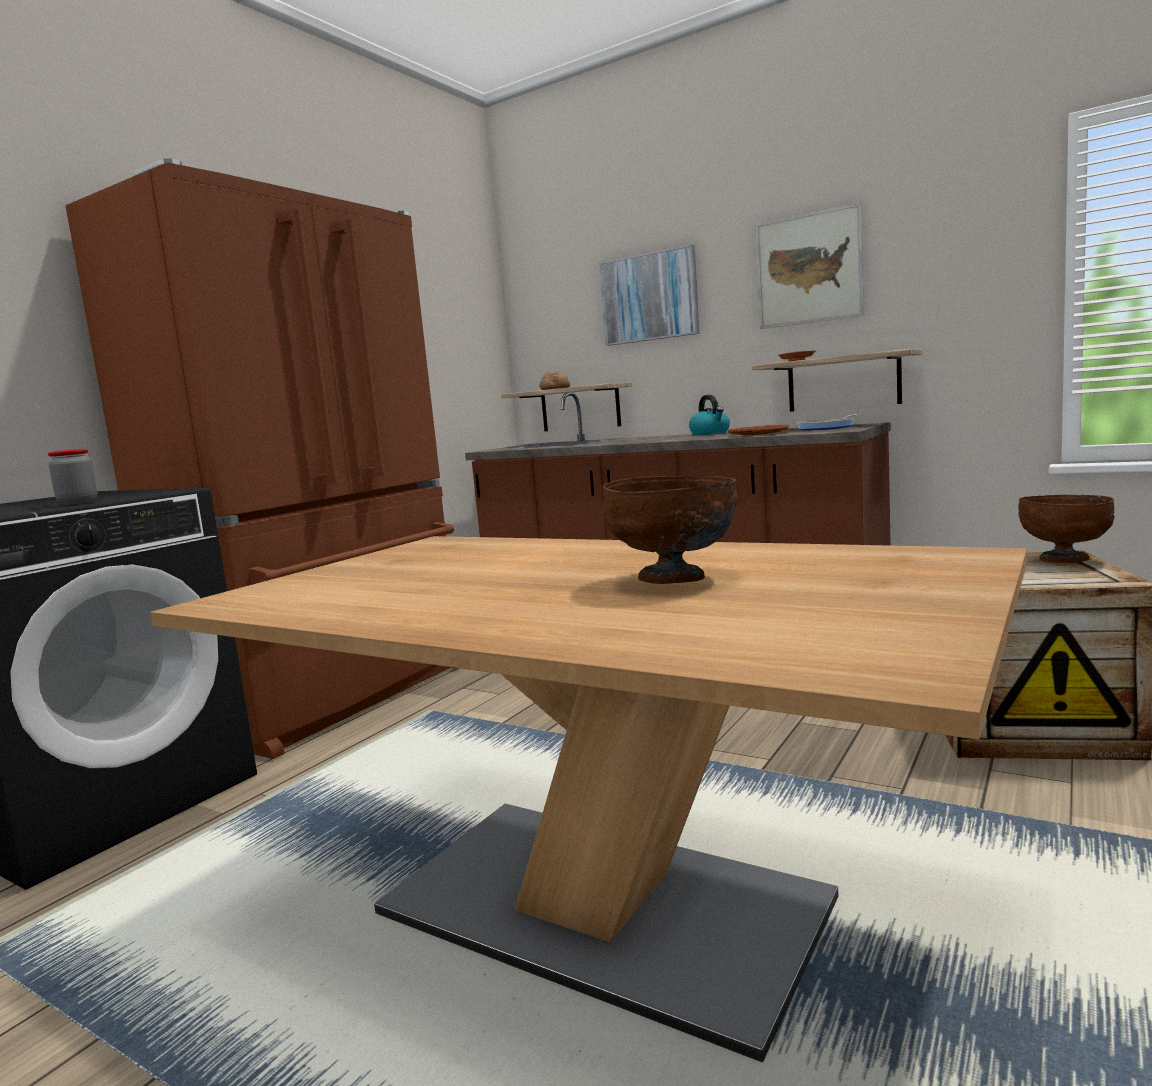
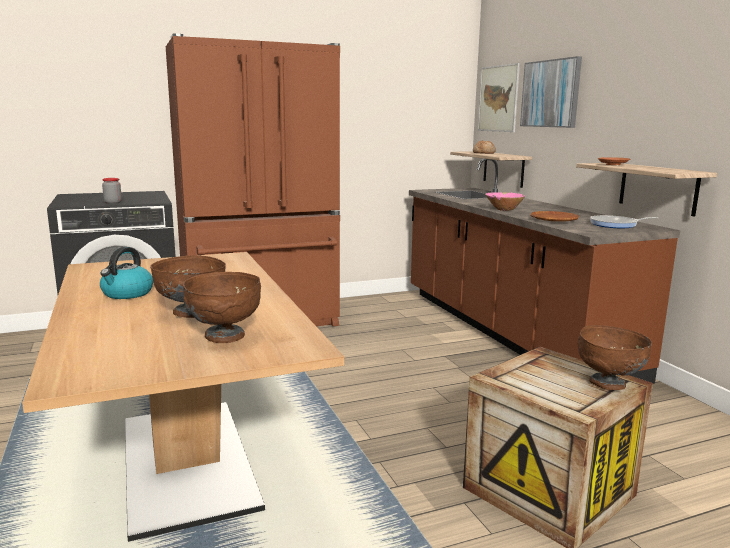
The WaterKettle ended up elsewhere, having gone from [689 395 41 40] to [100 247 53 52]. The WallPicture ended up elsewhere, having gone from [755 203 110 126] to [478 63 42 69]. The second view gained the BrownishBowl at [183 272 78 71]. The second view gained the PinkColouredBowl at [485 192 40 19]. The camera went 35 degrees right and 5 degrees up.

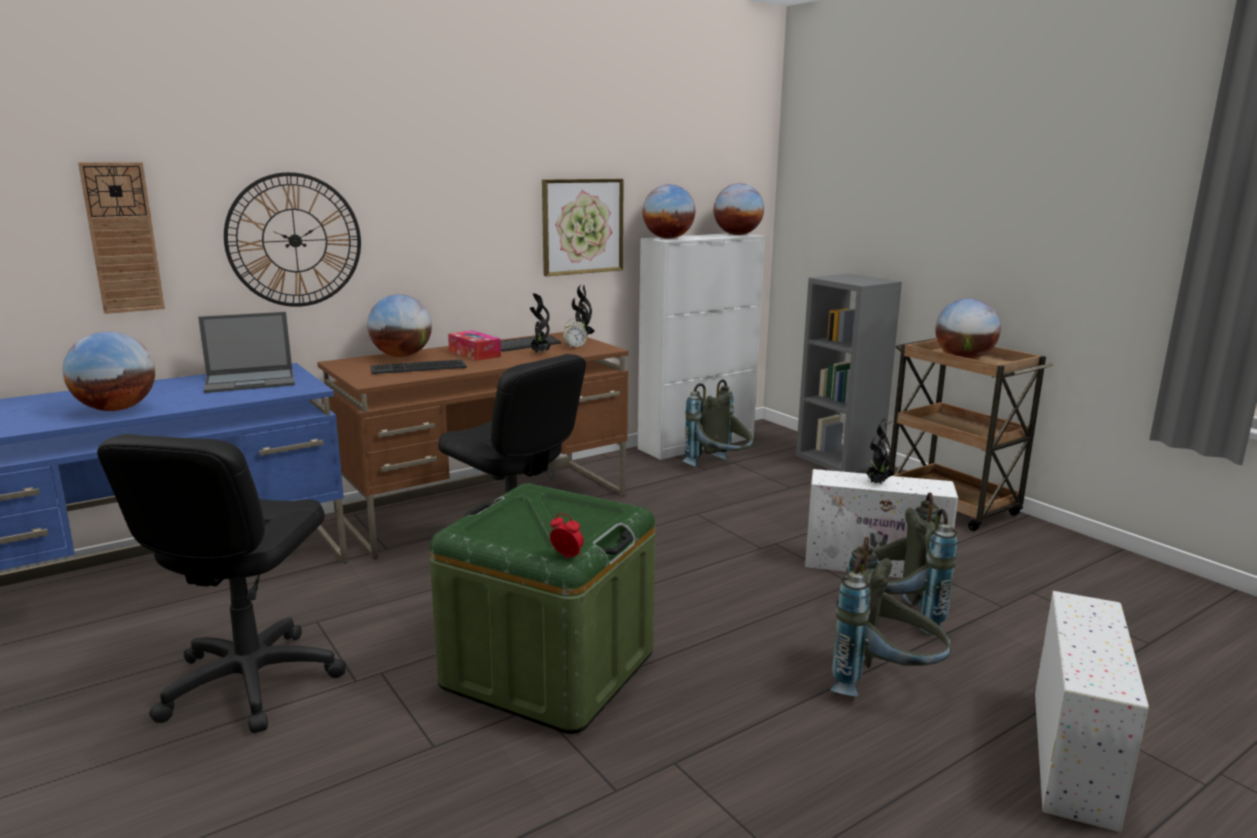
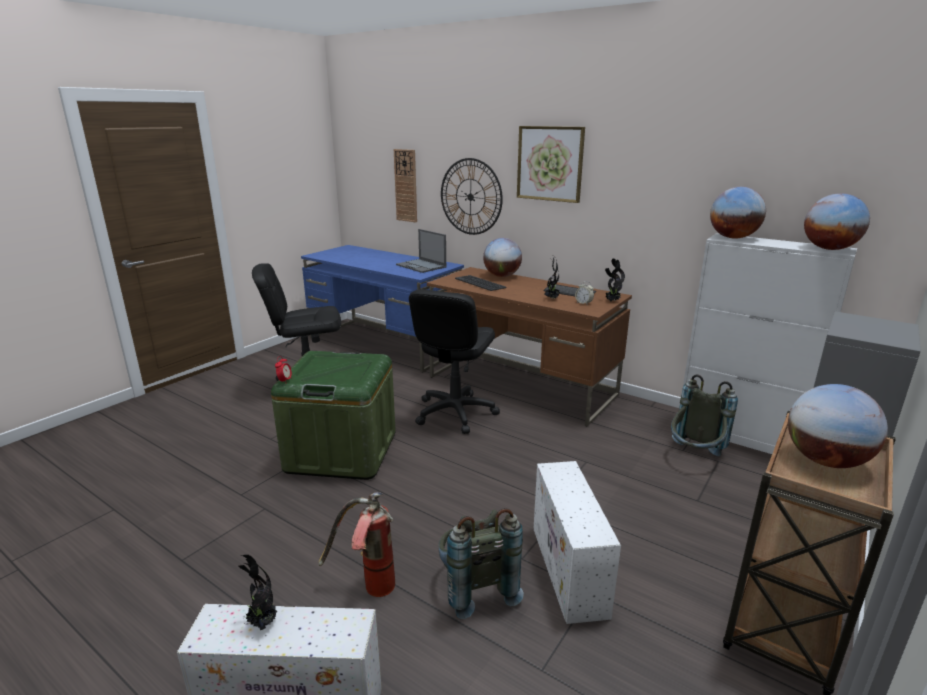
The second view lost the WorldGlobe at [63 331 92 80]. The second view lost the BoxOfTissues at [448 330 53 31]. The WallPicture ended up elsewhere, having gone from [542 179 82 97] to [517 126 68 77]. Where the GreyishRucksack stood at [830 537 122 159], the FireFightingCylinder came to stand at [318 492 77 105]. The PottedPlant ended up elsewhere, having gone from [866 419 28 65] to [238 555 39 75]. The camera went 70 degrees right and 5 degrees up.

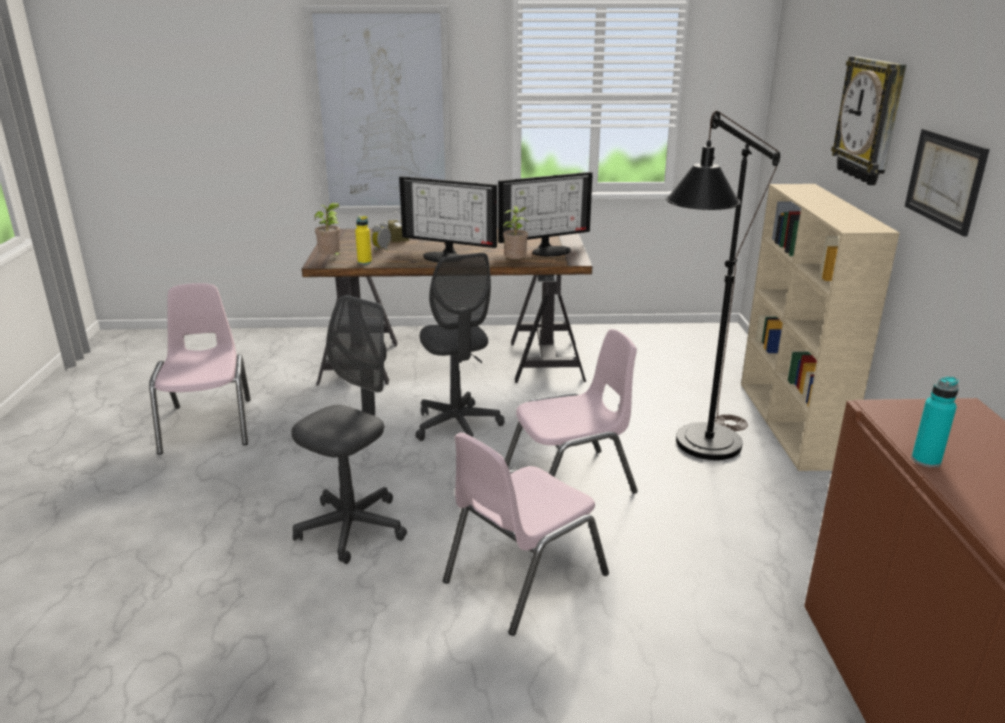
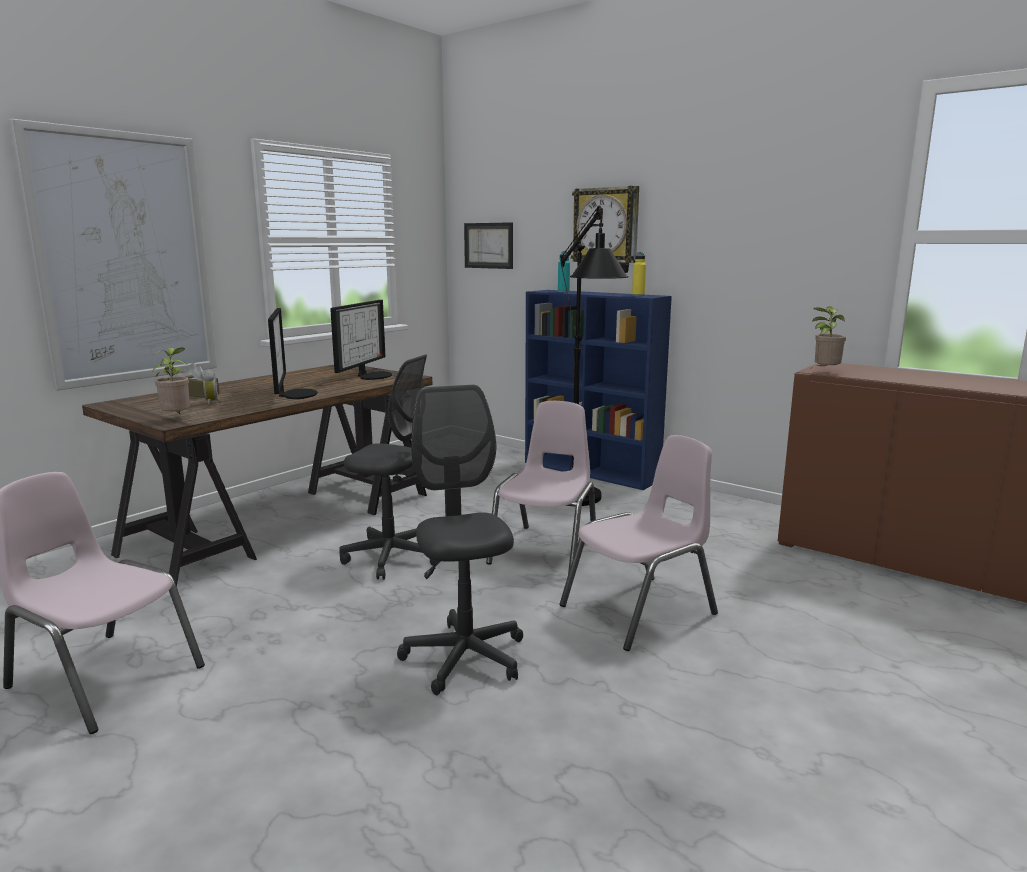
The YellowishBeverageBottle ended up elsewhere, having gone from [355 216 17 49] to [632 252 14 44]. The ComputerDisplay at [399 176 98 86] ended up facing another way, 75 degrees counterclockwise from before. The PinkColouredPlainChair at [443 432 166 204] ended up facing another way, 120 degrees counterclockwise from before. The PottedPlant ended up elsewhere, having gone from [503 206 25 53] to [809 306 37 64]. What was the BeigeColouredBookshelf at [741 184 159 287] turned into the BlueColouredBookshelf at [525 290 147 200]. The WallPicture ended up elsewhere, having gone from [905 129 85 108] to [464 222 49 47]. The BlueGreenBeverageBottle ended up elsewhere, having gone from [912 376 47 92] to [558 251 12 41]. The camera went 50 degrees left and 10 degrees down.

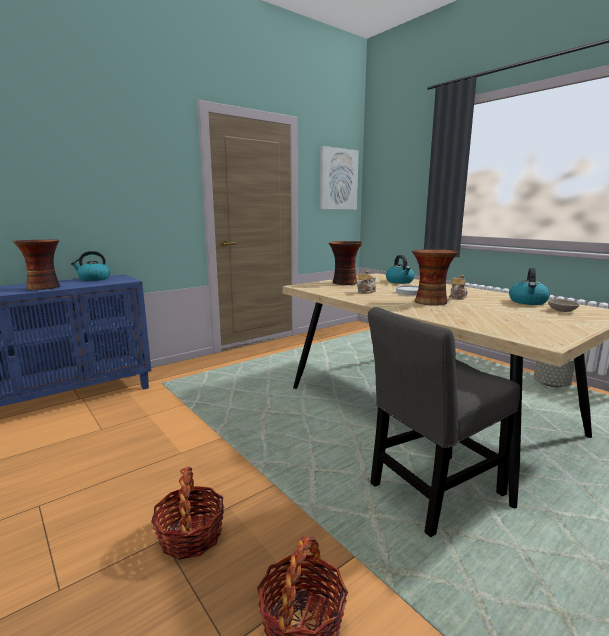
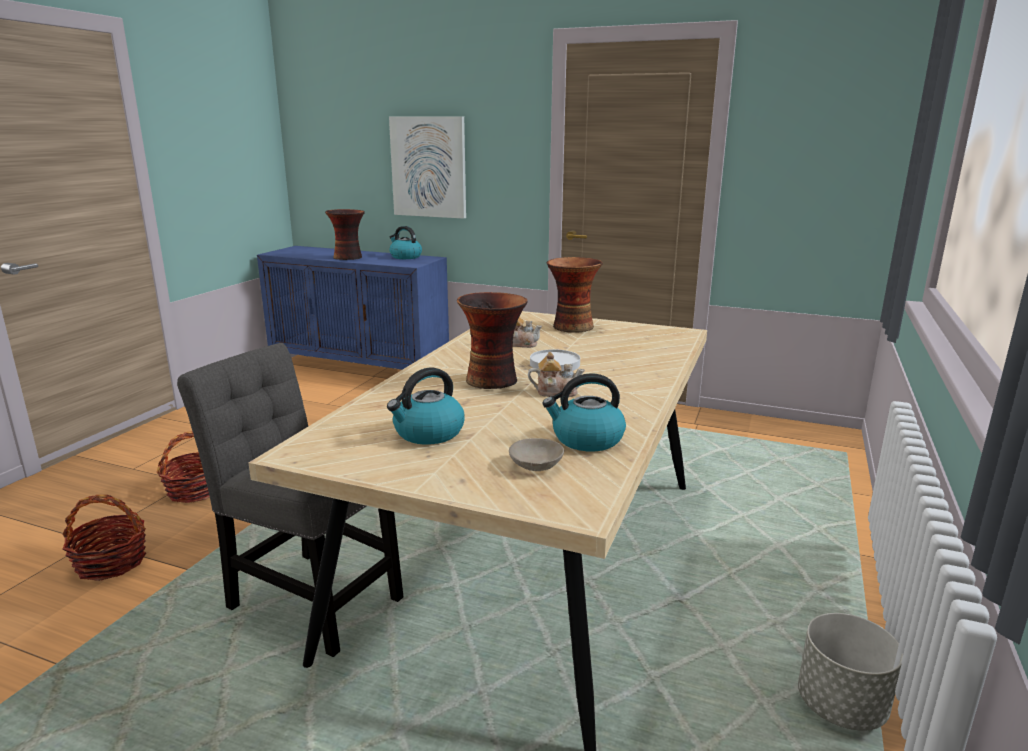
The WallPicture ended up elsewhere, having gone from [320 146 39 63] to [389 117 77 102]. The WaterKettle ended up elsewhere, having gone from [386 255 29 29] to [387 368 78 77]. The camera went 60 degrees right and 5 degrees up.

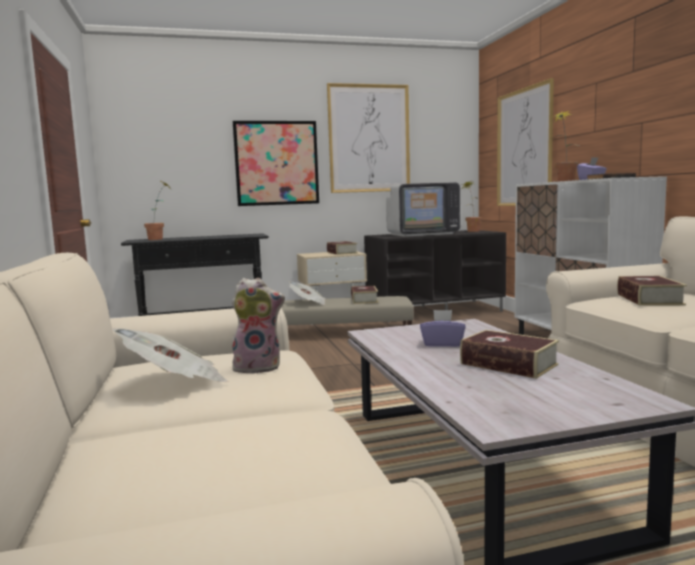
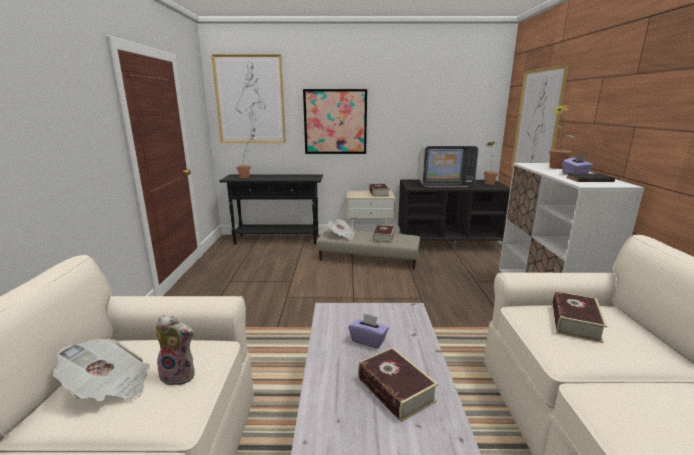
The WallPicture ended up elsewhere, having gone from [327 83 83 110] to [211 54 75 89]. The camera went 15 degrees right and 10 degrees up.

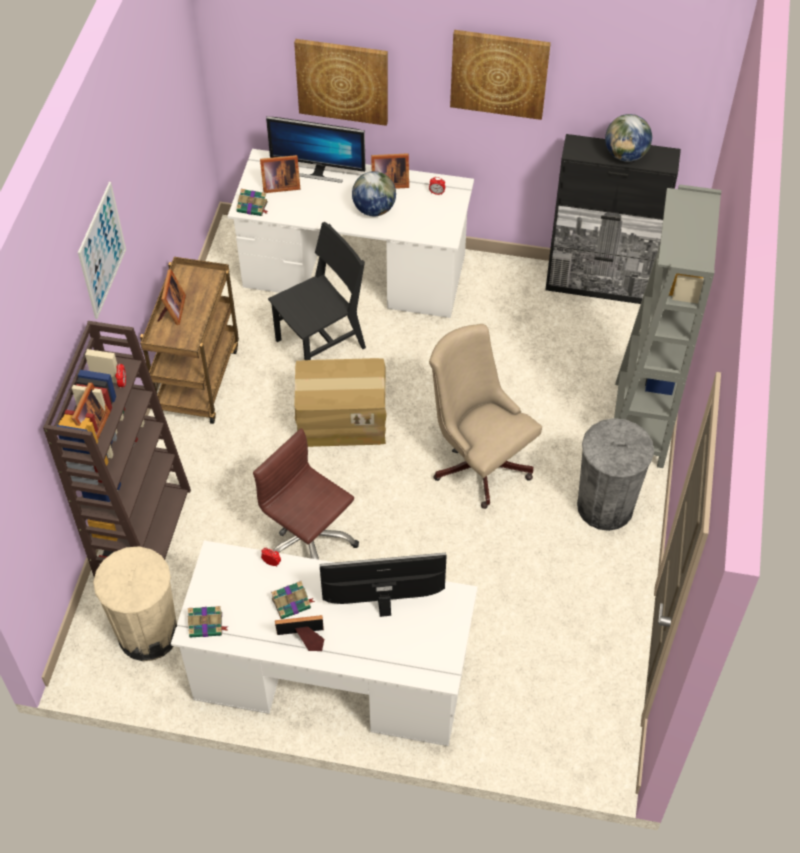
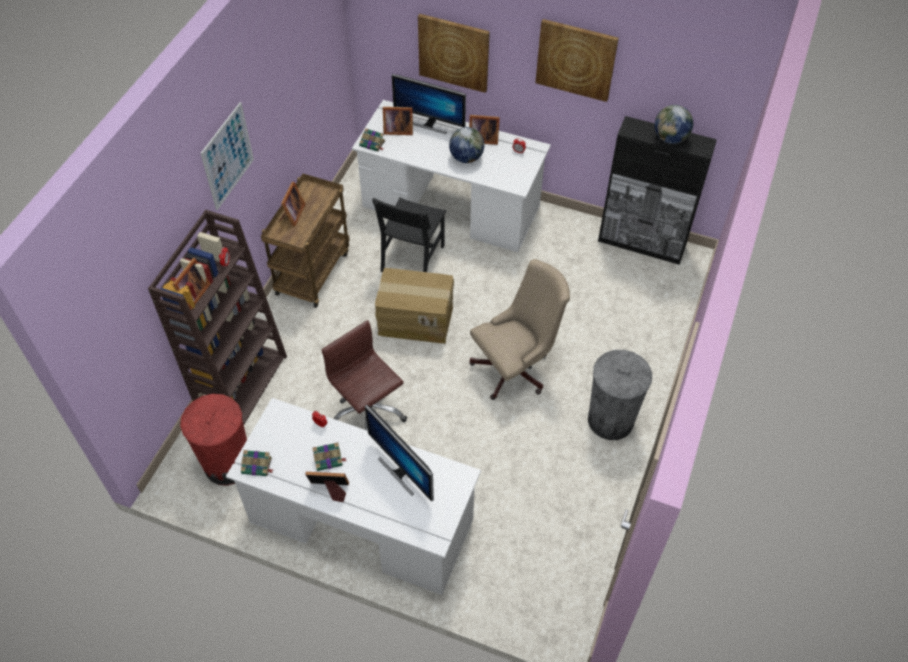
What was the BeigeColouredRubbishBin at [93 546 84 115] turned into the RedColouredRubbishBin at [180 394 67 92]. The BlackishPlainChair at [268 222 98 138] ended up facing another way, 135 degrees clockwise from before. The ComputerDisplay at [320 553 127 64] ended up facing another way, 135 degrees counterclockwise from before. The BeigeColouredOfficeChair at [429 324 113 185] ended up facing another way, 90 degrees clockwise from before. The second view lost the GreyishBookshelf at [614 184 108 284]. The camera went 10 degrees right and 0 degrees up.

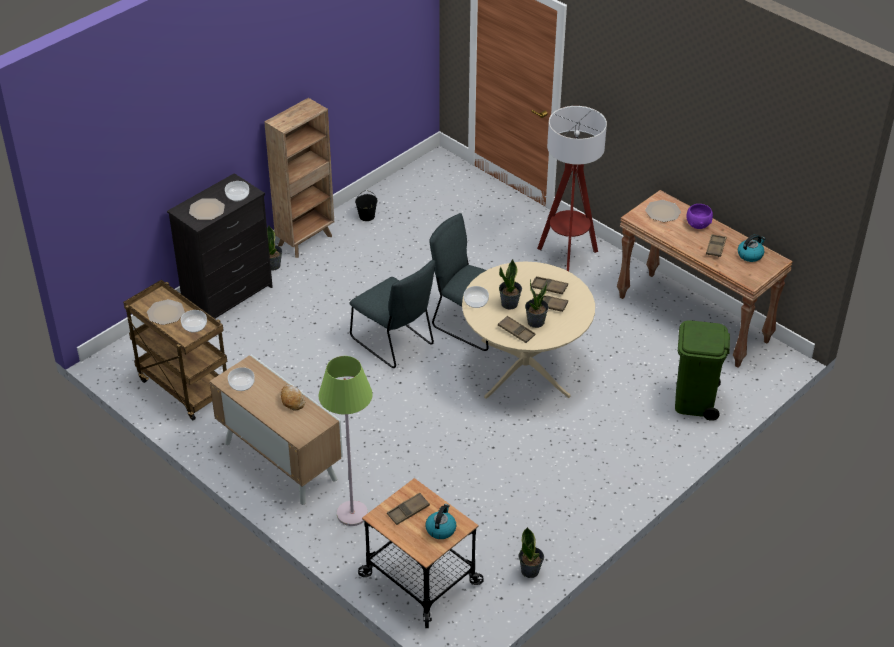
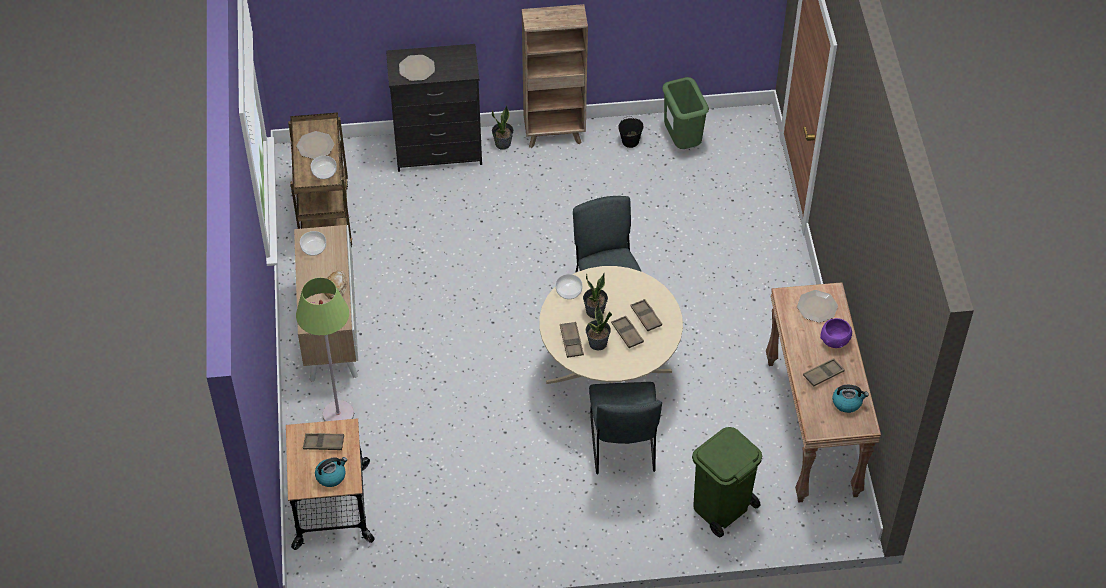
The second view lost the Bowl at [225 181 24 20]. The GreyishPlainChair ended up elsewhere, having gone from [349 260 86 108] to [589 382 73 92]. The second view lost the PottedPlant at [518 527 26 51]. The second view lost the StandingLamp at [537 106 70 166]. The second view gained the GreenishRubbishBin at [662 77 47 72]. The camera went 40 degrees right and 10 degrees up.

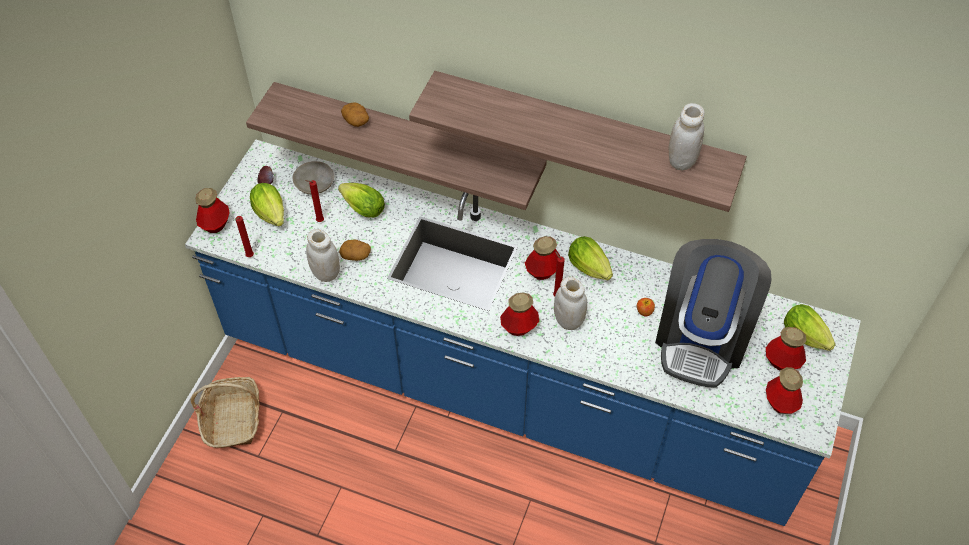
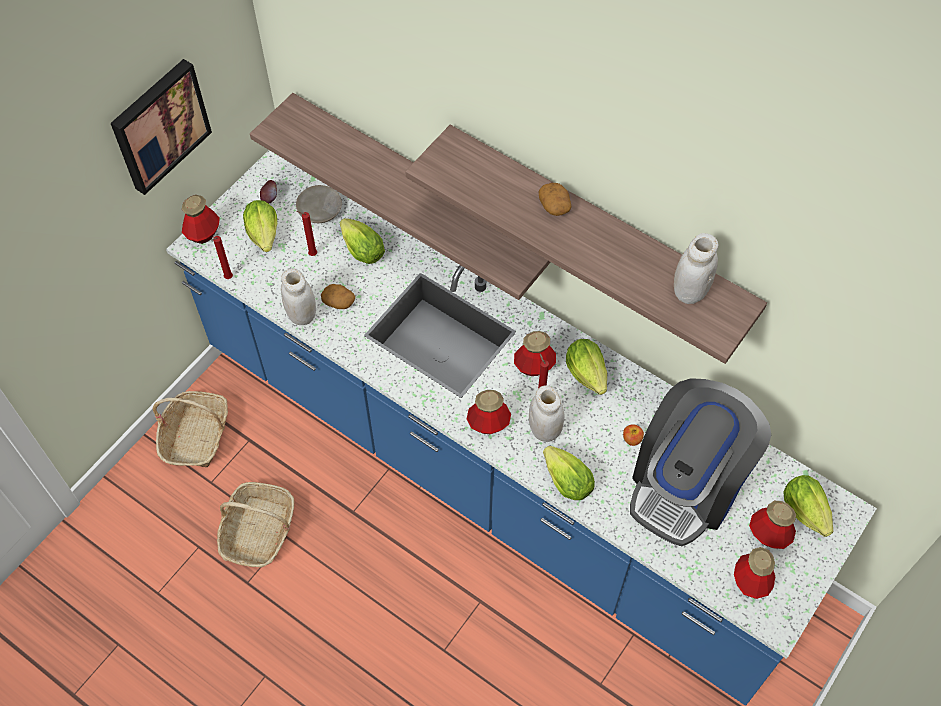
The WholePotato ended up elsewhere, having gone from [341 102 28 25] to [538 183 33 33]. The second view gained the WallPicture at [111 59 101 136]. The second view gained the StorageBasket at [217 482 77 85]. The second view gained the Lettuce at [543 446 52 54]. The camera went 15 degrees right and 5 degrees up.

